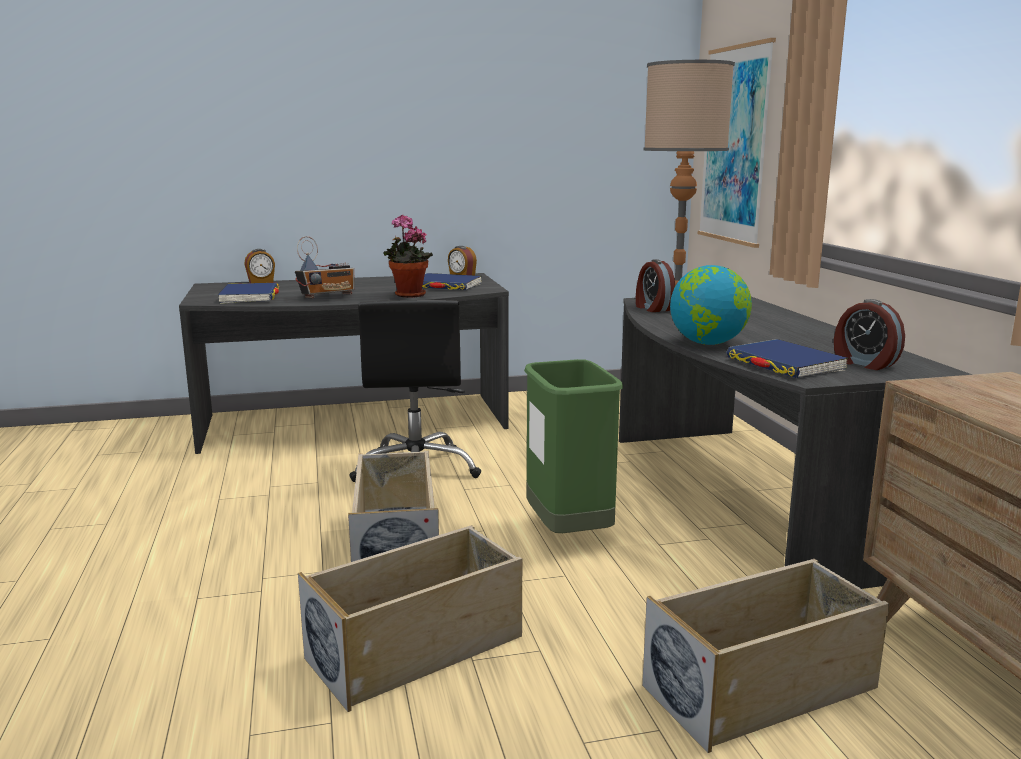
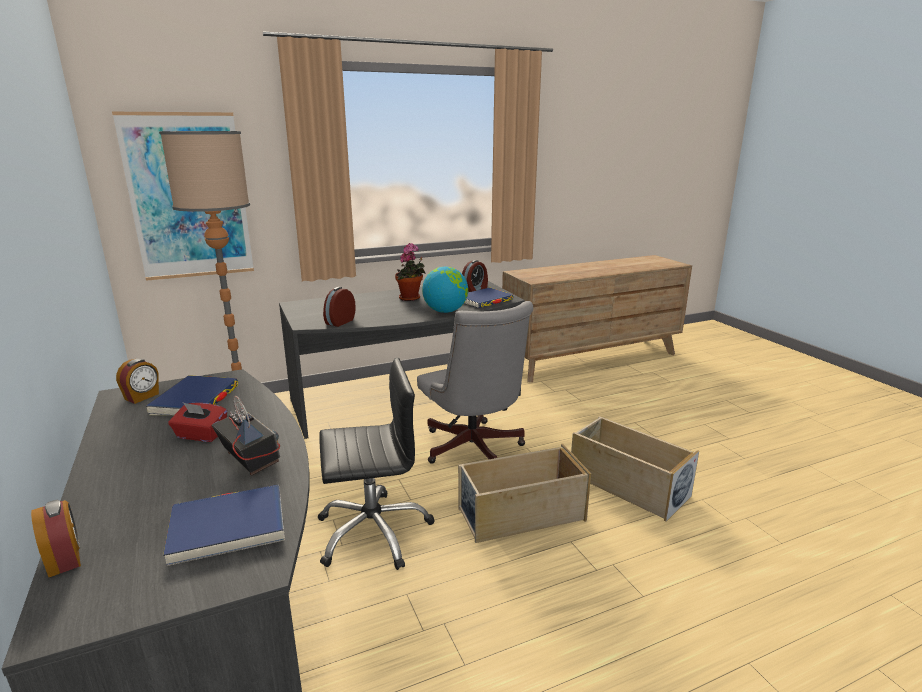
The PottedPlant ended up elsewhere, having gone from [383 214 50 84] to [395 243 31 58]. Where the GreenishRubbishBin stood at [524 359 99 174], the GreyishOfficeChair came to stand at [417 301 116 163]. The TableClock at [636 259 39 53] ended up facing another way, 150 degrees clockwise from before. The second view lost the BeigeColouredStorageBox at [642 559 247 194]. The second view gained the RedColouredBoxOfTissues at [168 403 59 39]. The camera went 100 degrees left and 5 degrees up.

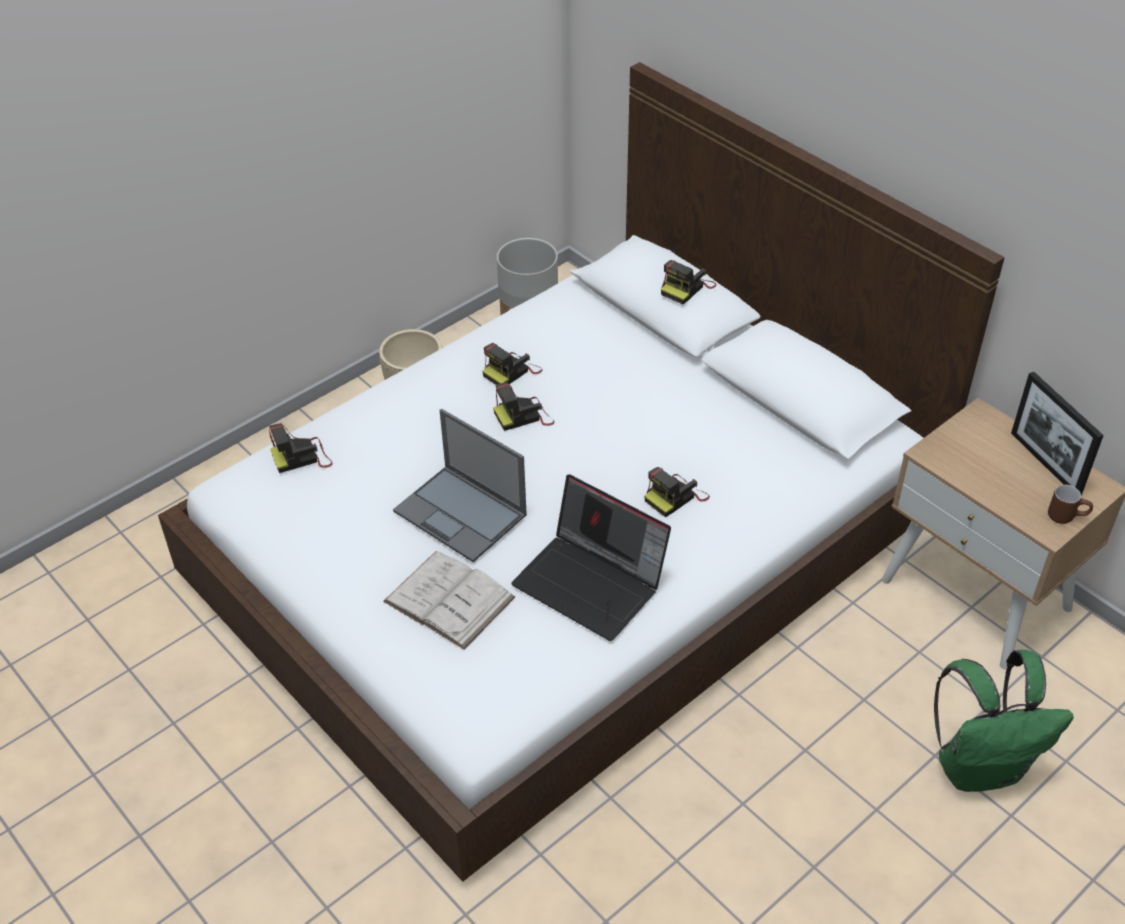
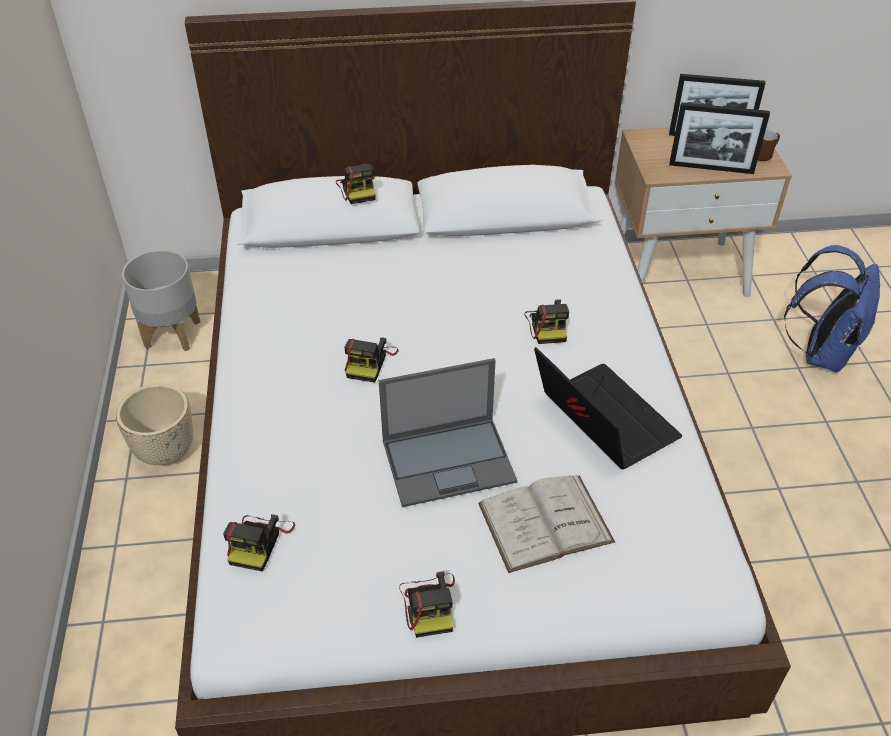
The StillCamera ended up elsewhere, having gone from [482 343 60 42] to [399 571 56 67]. The PortableComputer at [511 475 160 166] ended up facing another way, 105 degrees counterclockwise from before. What was the GreenishRucksack at [934 650 140 142] turned into the BlueColouredRucksack at [784 245 96 128]. The second view gained the PhotoFrame at [669 102 101 72]. The camera went 55 degrees left and 0 degrees up.

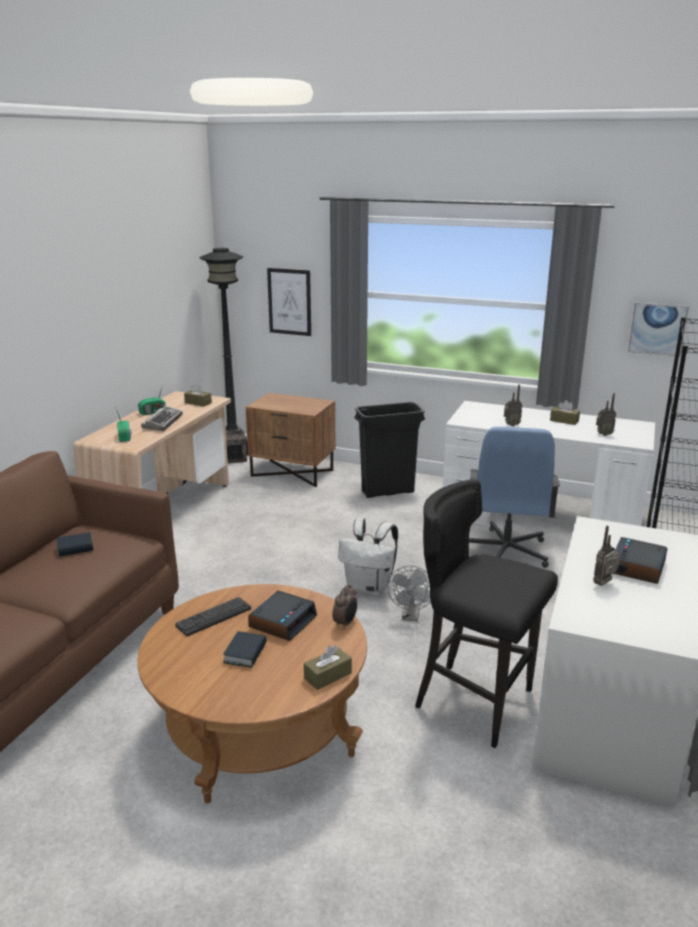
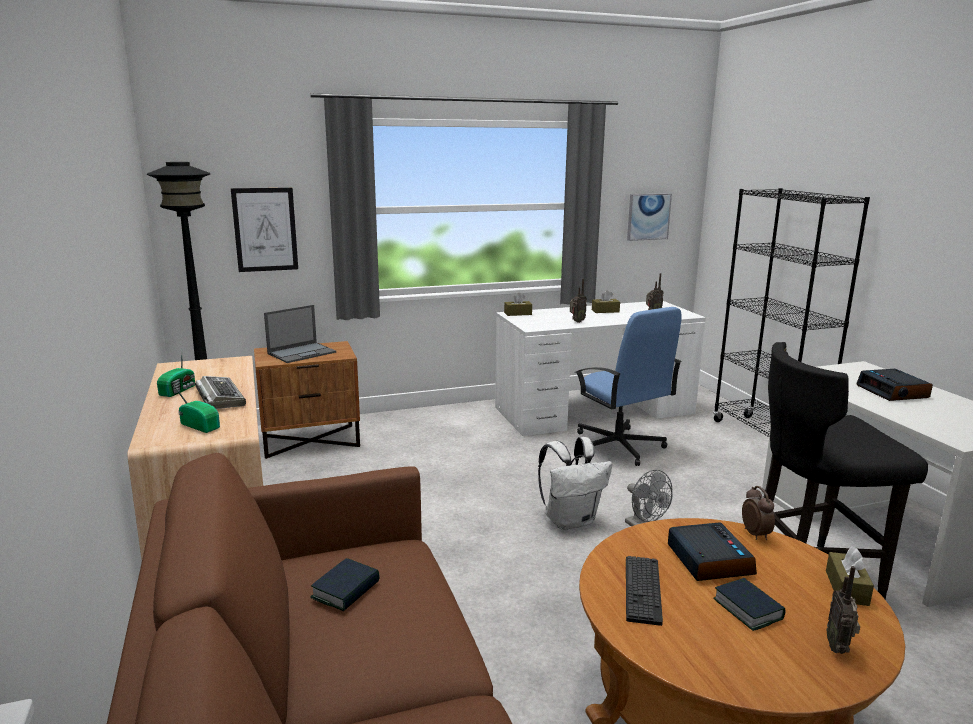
The BrownishBoxOfTissues ended up elsewhere, having gone from [184 384 28 23] to [504 293 28 23]. The second view lost the BlackishRubbishBin at [354 402 71 96]. The RadioSet ended up elsewhere, having gone from [593 526 27 60] to [827 566 33 88]. The second view gained the PortableComputer at [264 305 72 58]. The camera went 40 degrees left and 5 degrees down.

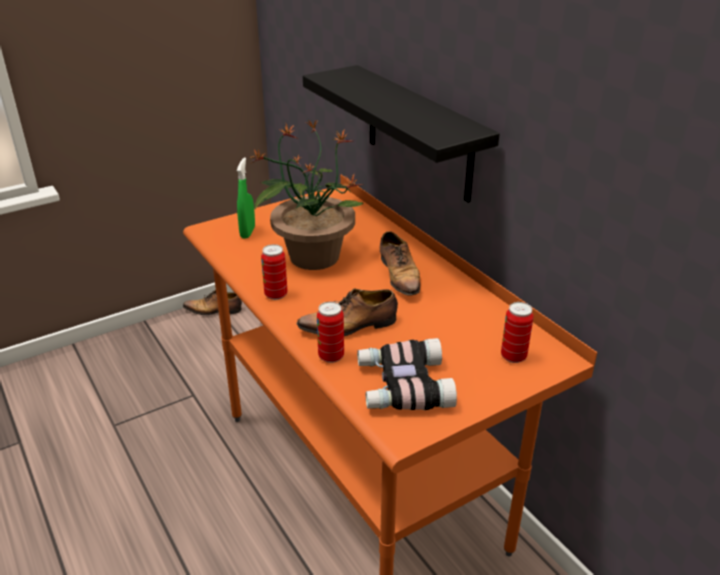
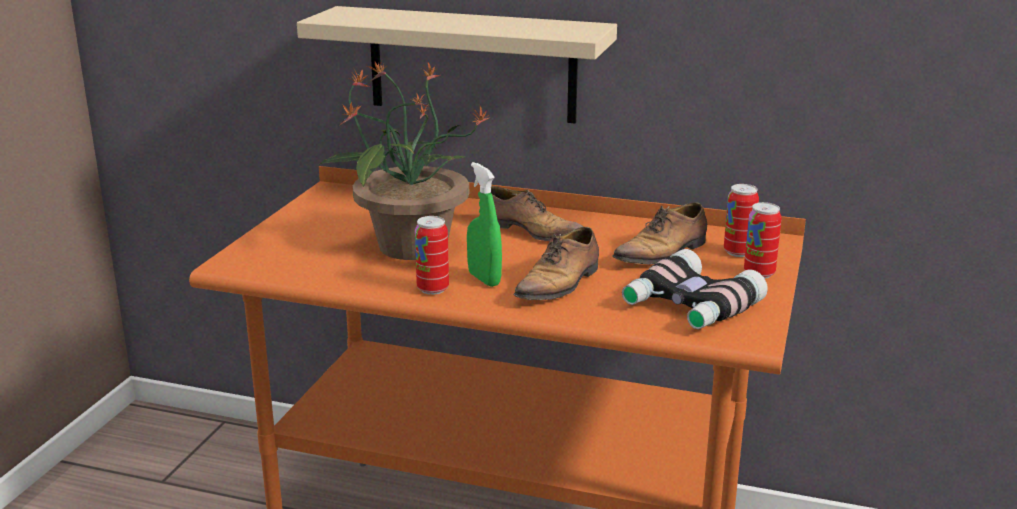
The LowShoe ended up elsewhere, having gone from [183 290 59 25] to [613 203 94 68]. The GreenishSprayBottle ended up elsewhere, having gone from [237 158 18 81] to [467 162 35 125]. What was the BlackishShelf at [303 65 197 138] turned into the BeigeColouredShelf at [297 6 320 117]. The Can ended up elsewhere, having gone from [317 302 27 61] to [744 202 38 77]. The camera went 40 degrees left and 10 degrees down.

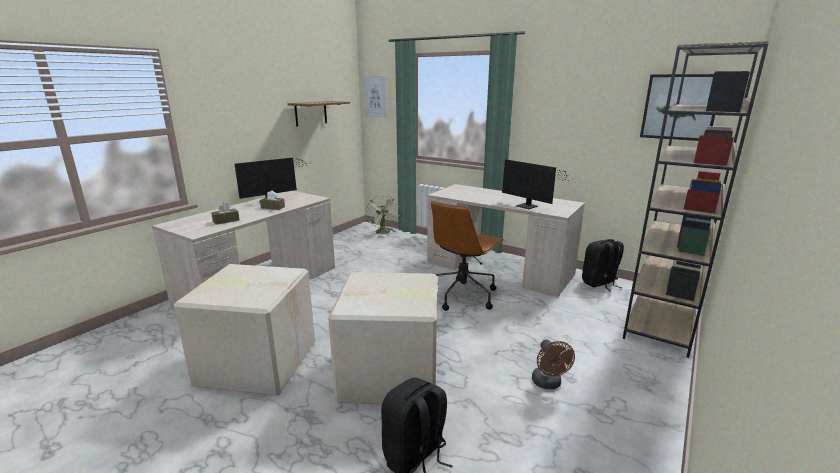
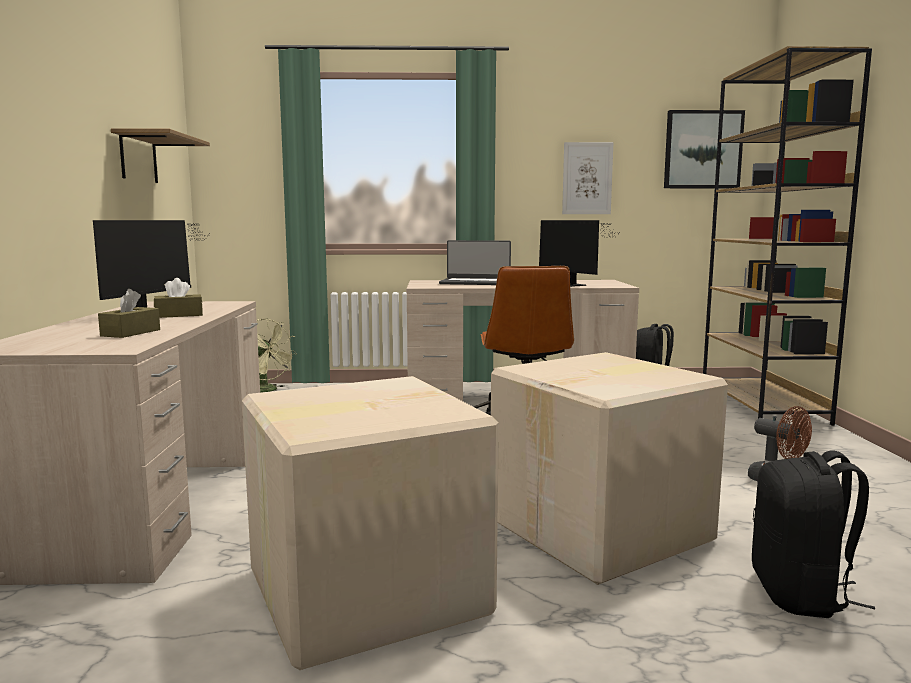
The WallPicture ended up elsewhere, having gone from [364 76 23 42] to [562 142 51 72]. The ComputerDisplay at [502 159 72 50] ended up facing another way, 45 degrees clockwise from before. The second view gained the PortableComputer at [439 240 72 45]. The camera went 35 degrees left and 10 degrees down.

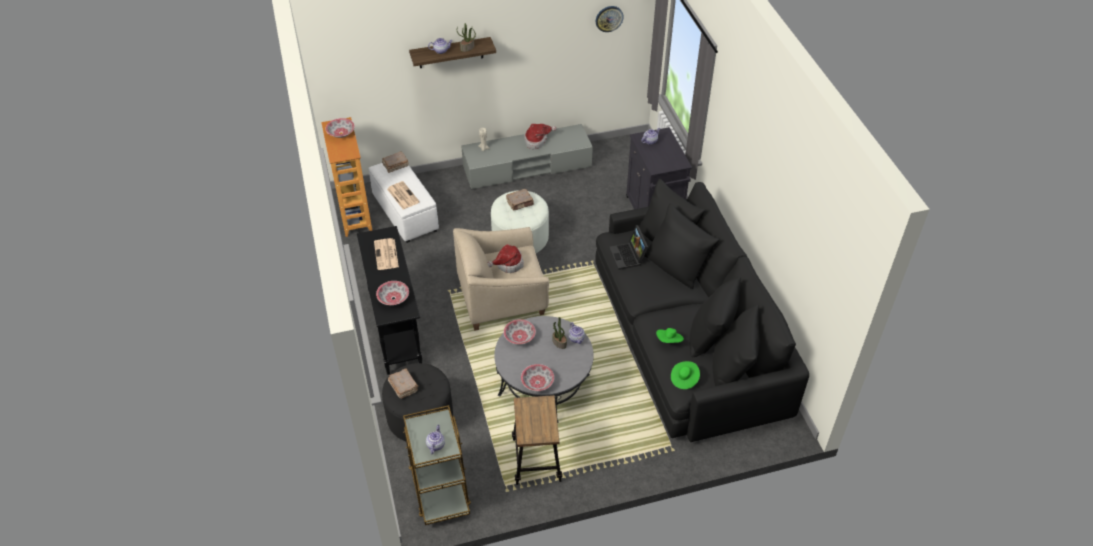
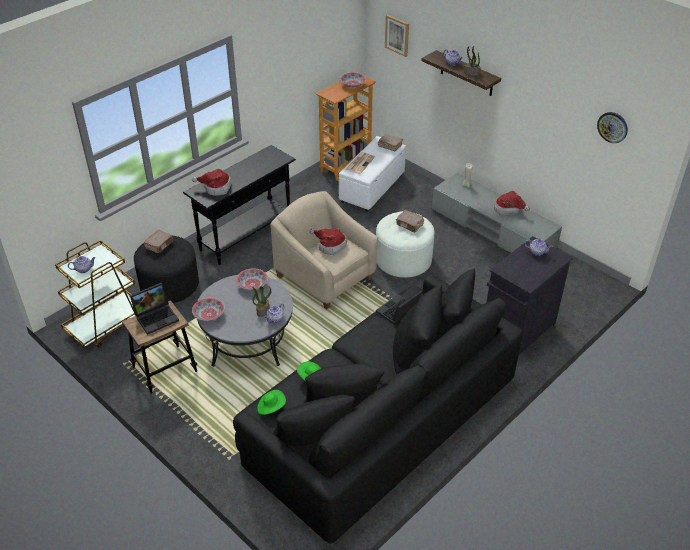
The second view lost the Newspaper at [374 238 25 32]. Where the Bowl stood at [376 281 33 24], the WearableHat came to stand at [192 169 39 27]. The second view gained the PortableComputer at [130 282 49 53]. The second view gained the WallPicture at [385 15 24 42]. The camera went 60 degrees right and 5 degrees down.

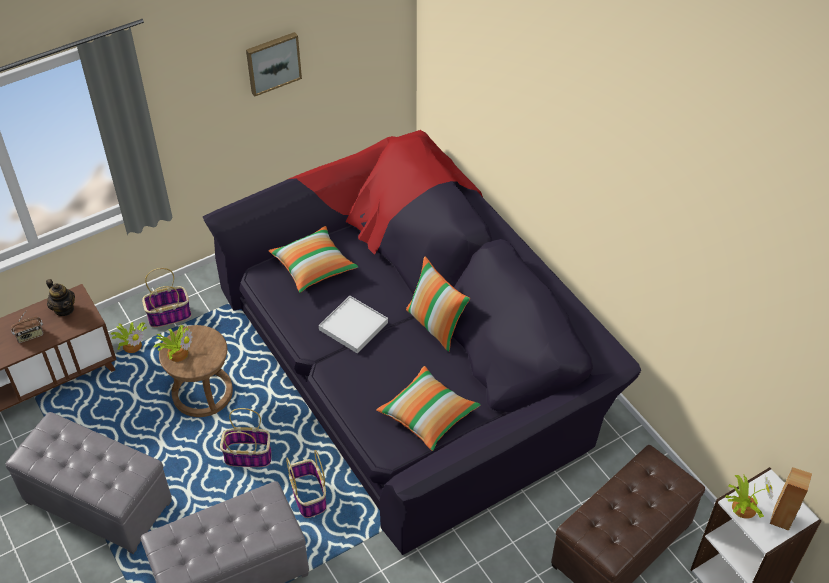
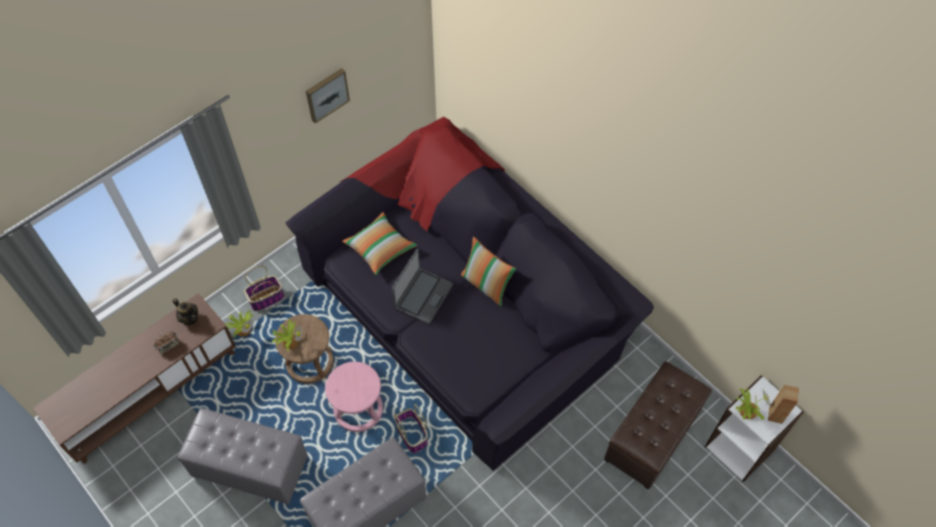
Where the StorageBasket stood at [220 408 52 59], the PinkColouredStoolSeat came to stand at [325 362 58 70]. Where the WhitishCarryingTray stood at [319 296 69 57], the PortableComputer came to stand at [392 248 61 76]. The second view lost the Cushion at [376 366 105 85]. The camera went 10 degrees left and 10 degrees up.

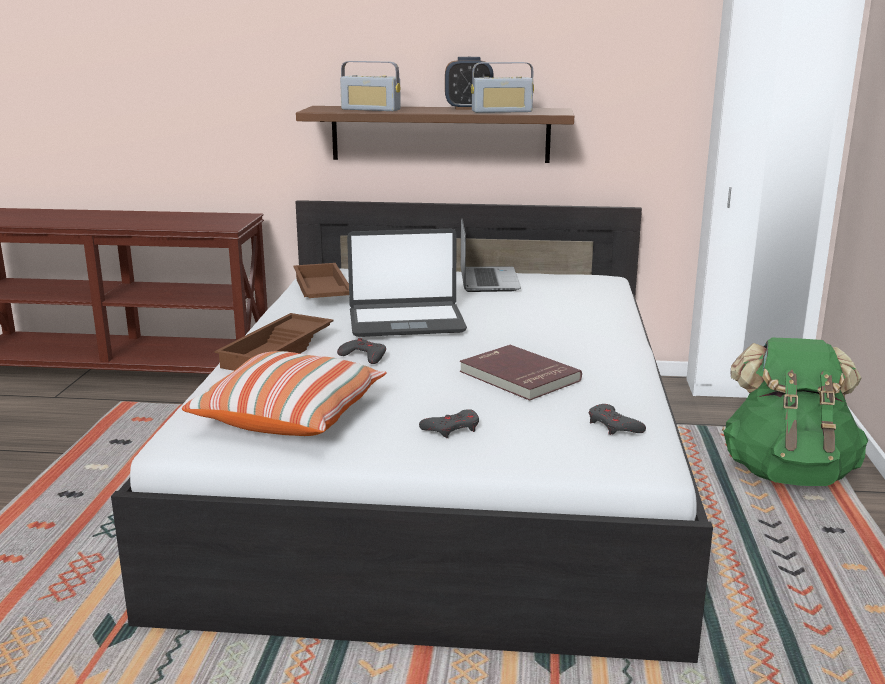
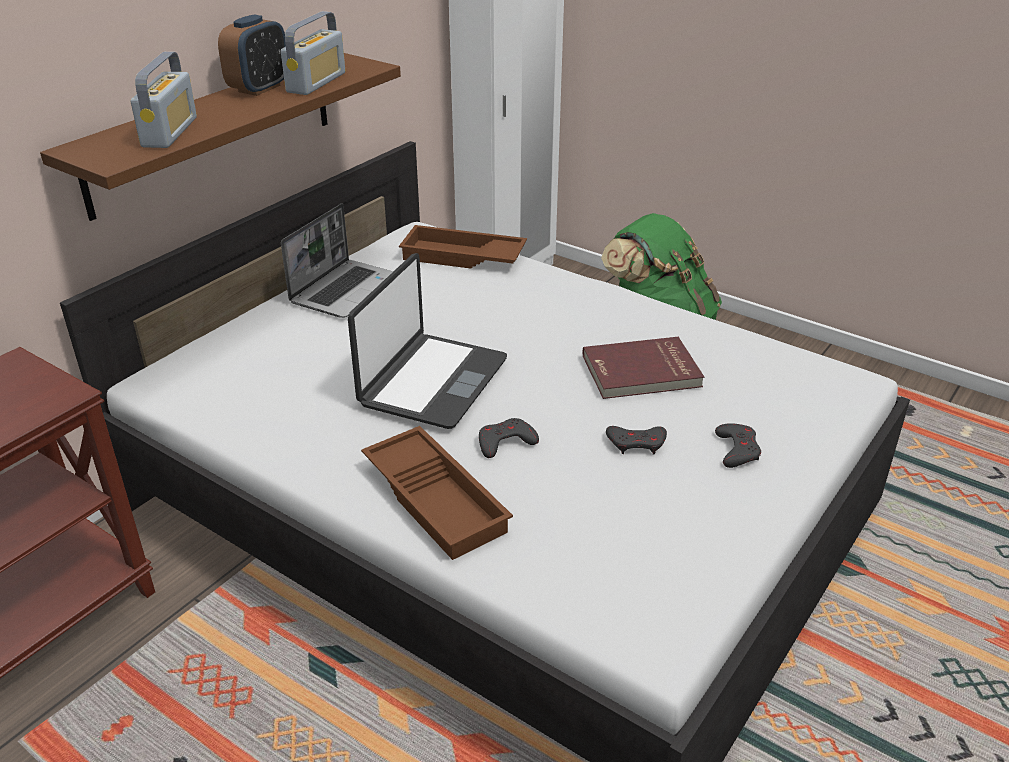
The second view lost the Cushion at [182 351 205 85]. The BrownishCarryingTray ended up elsewhere, having gone from [293 263 56 35] to [399 225 128 44]. The RadioSet at [340 61 61 50] ended up facing another way, 45 degrees counterclockwise from before. The PortableComputer at [461 218 60 74] ended up facing another way, 90 degrees clockwise from before. The GreyishGamepad ended up elsewhere, having gone from [589 404 57 31] to [606 426 61 29]. The camera went 60 degrees left and 15 degrees up.

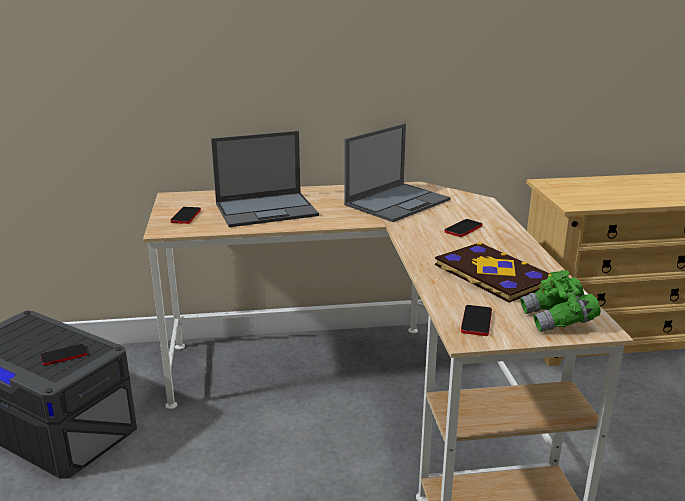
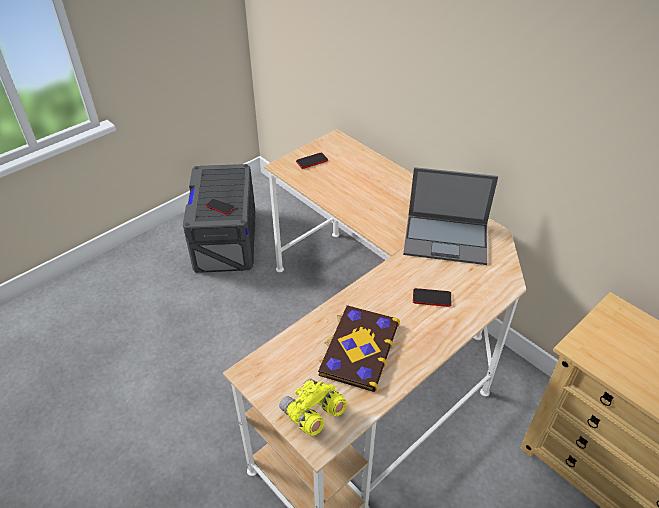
The second view lost the PortableComputer at [211 131 108 96]. The second view lost the Telephone at [461 305 31 31]. What was the GreenishFieldGlasses at [520 270 81 62] turned into the YellowishFieldGlasses at [279 379 68 57]. The camera went 55 degrees right and 20 degrees up.

